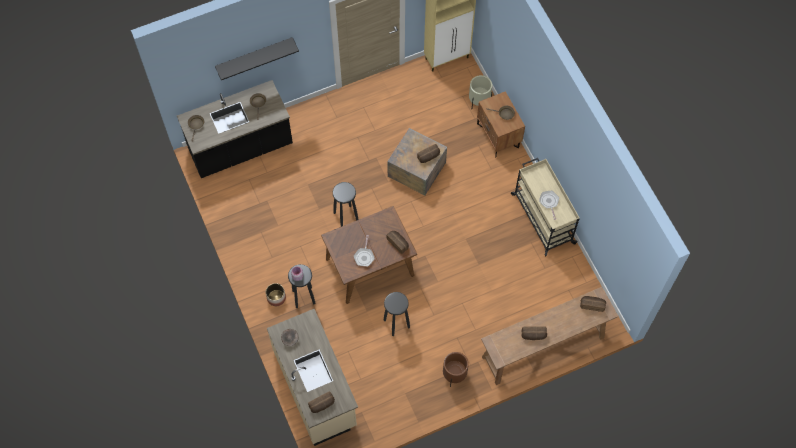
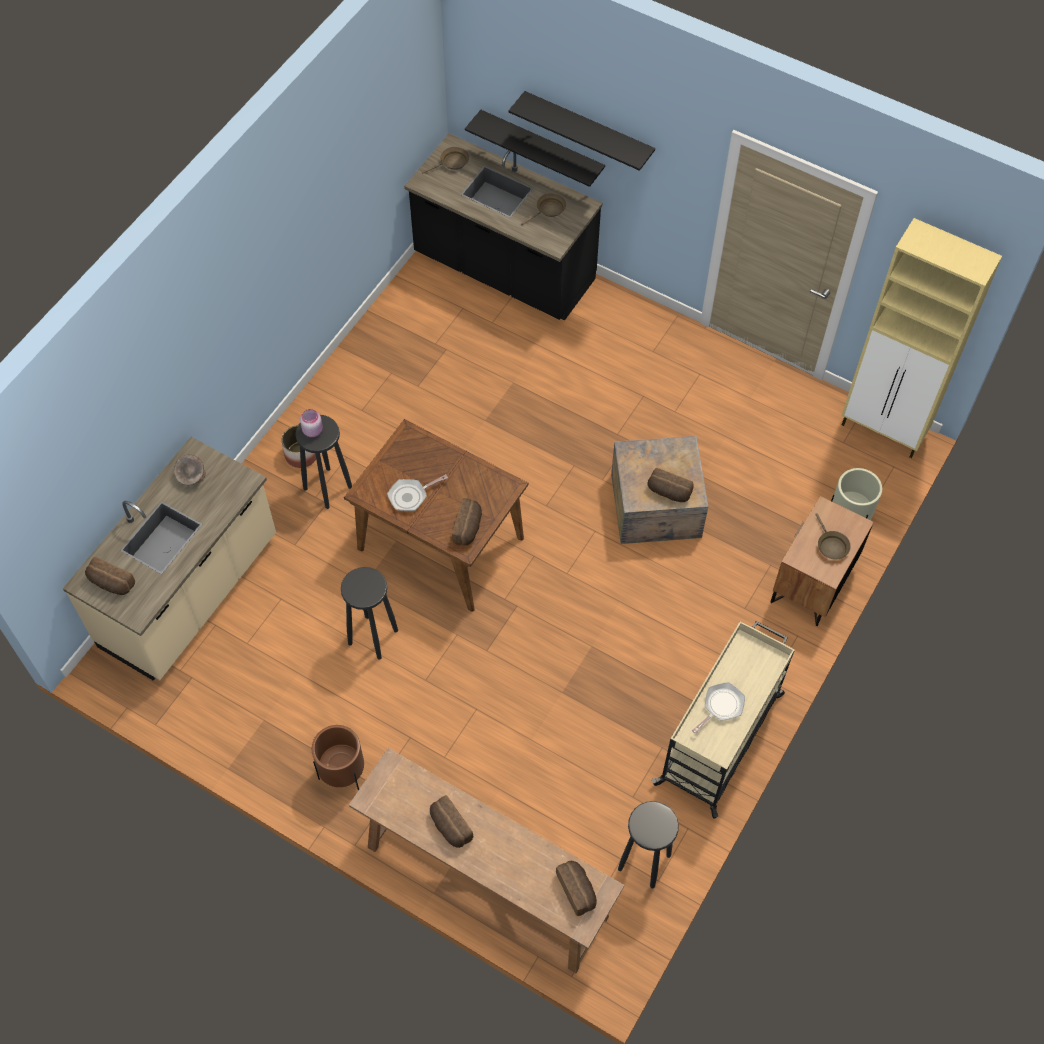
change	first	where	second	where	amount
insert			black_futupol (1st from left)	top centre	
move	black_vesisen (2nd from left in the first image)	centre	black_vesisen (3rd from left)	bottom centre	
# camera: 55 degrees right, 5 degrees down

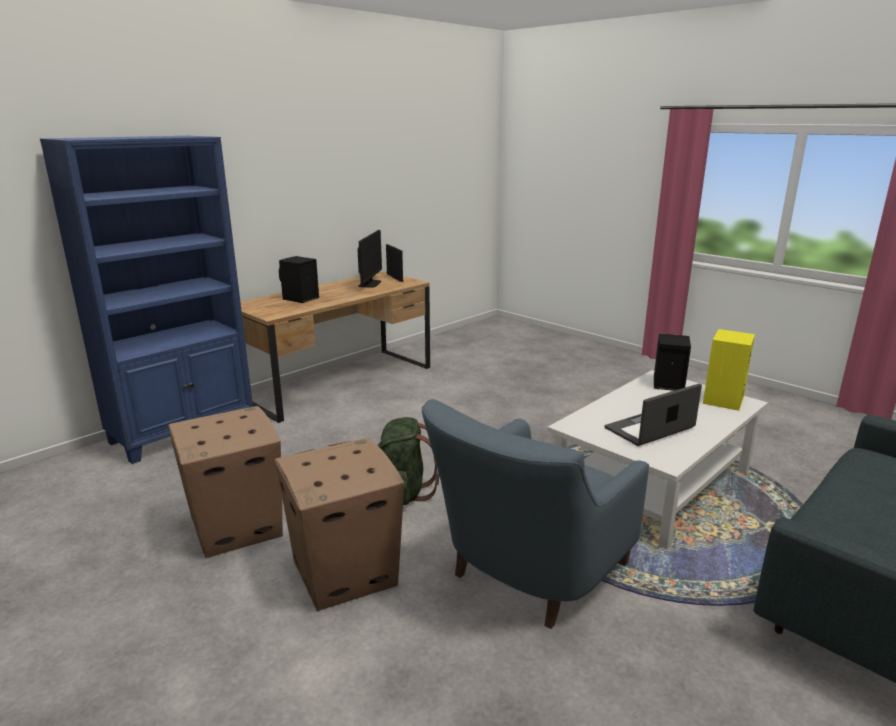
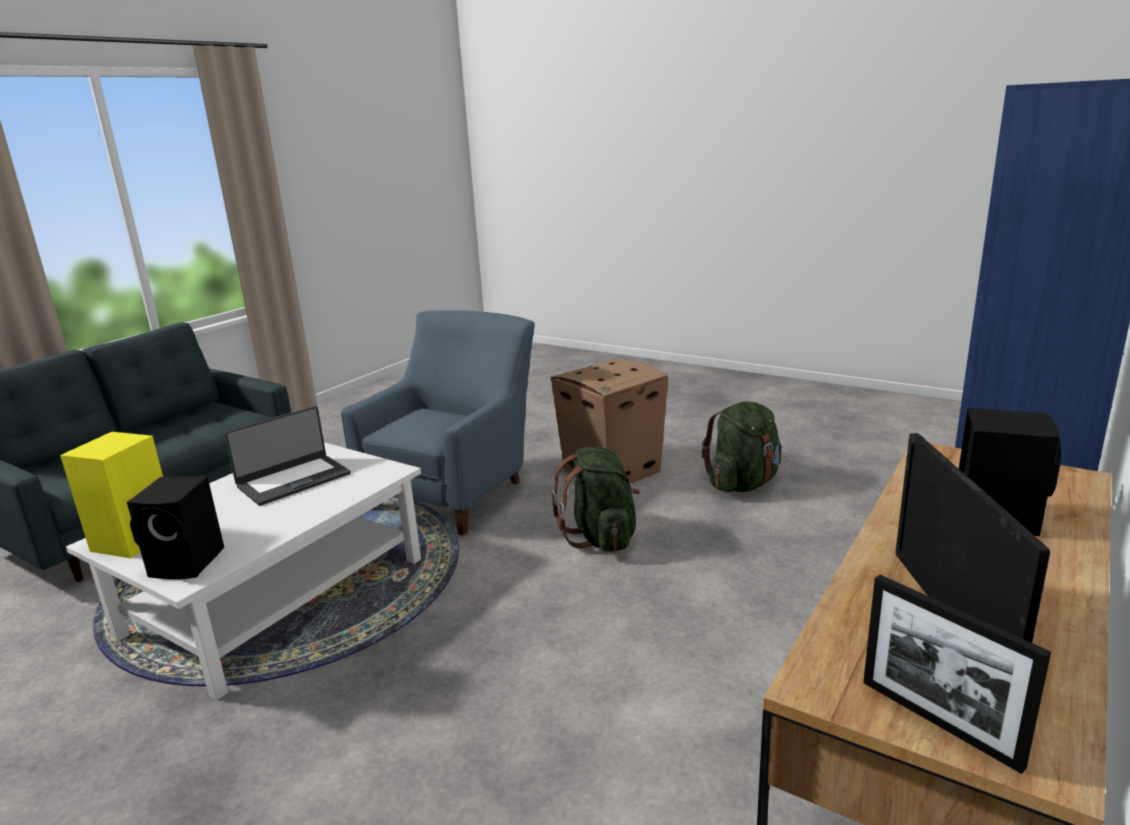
change	first	where	second	where	amount
replace	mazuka (1st from left)	middle left	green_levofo (2nd from left)	centre	
# camera: 170 degrees right, 0 degrees up

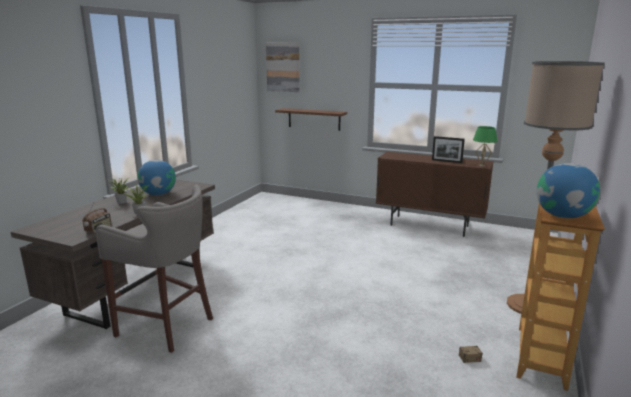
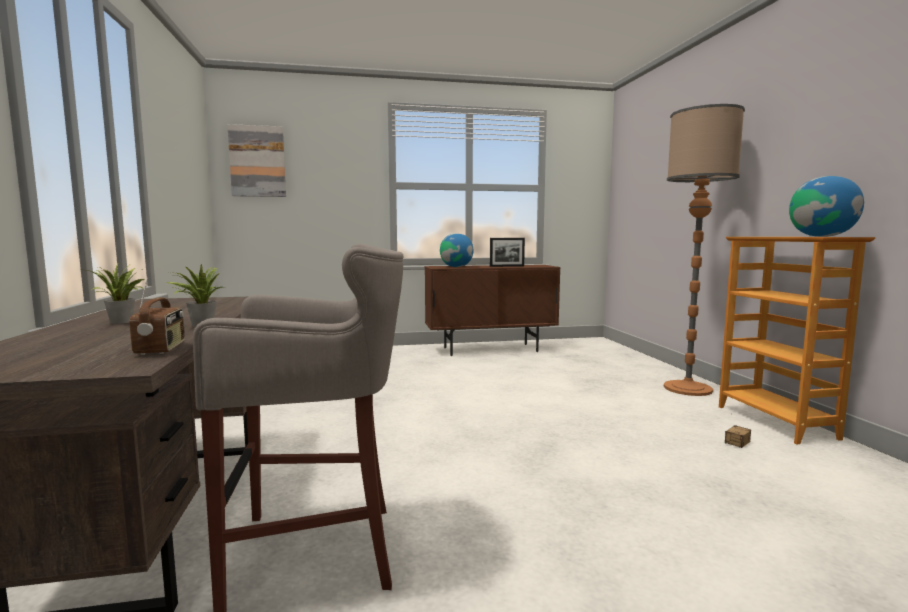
change	first	where	second	where	amount
move	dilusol (1st from left)	middle left		centre	
delete	brown_futupol	top centre			
delete	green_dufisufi	middle right			
# camera: 35 degrees left, 10 degrees down

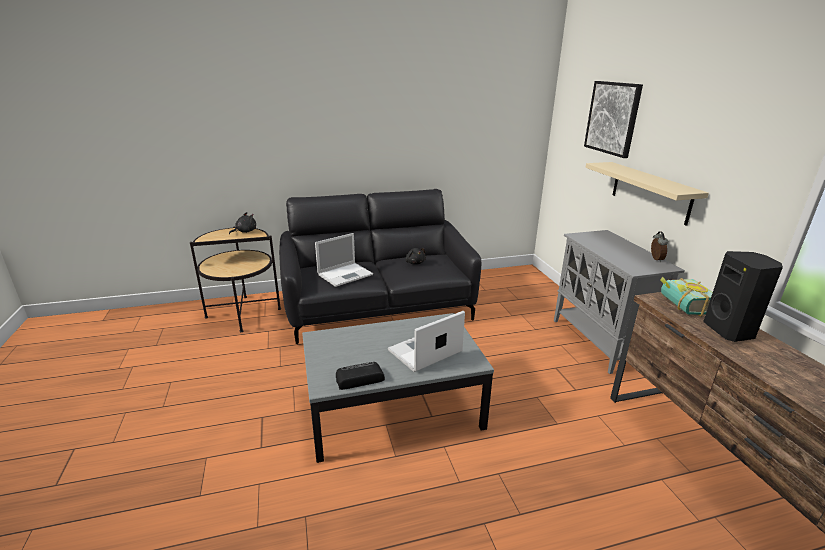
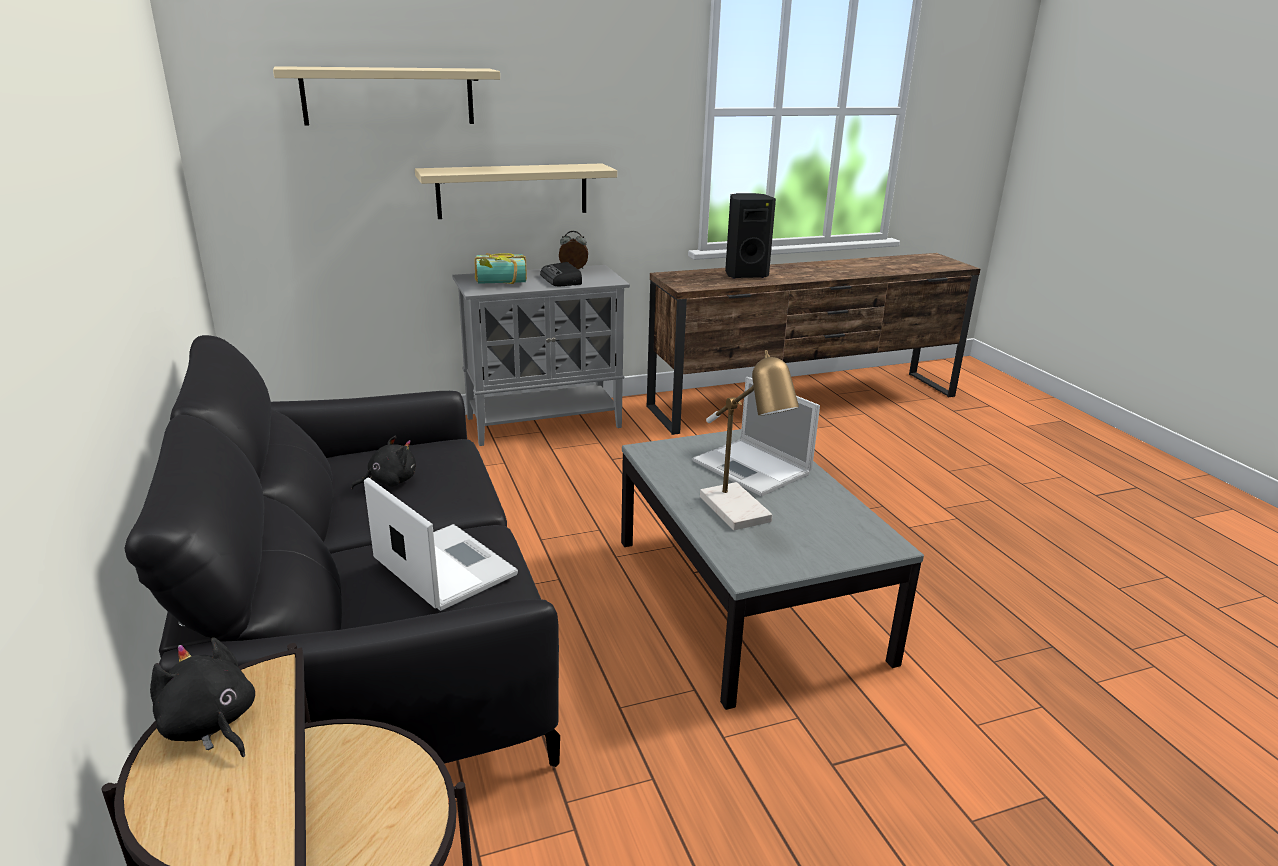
change	first	where	second	where	amount
replace	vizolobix	top right	beige_futupol (1st from left)	top left	
move	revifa	middle right		top centre	
move	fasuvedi	bottom centre		top centre	
insert			dufisufi	centre	
# camera: 95 degrees left, 0 degrees up

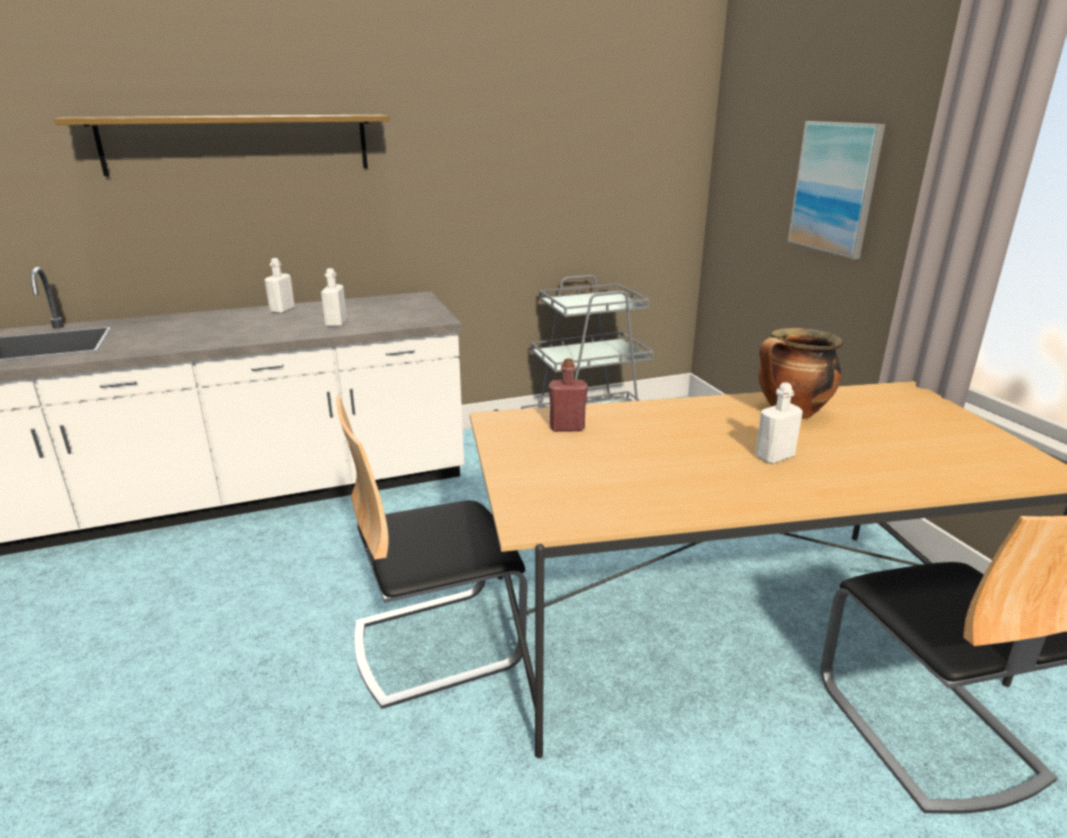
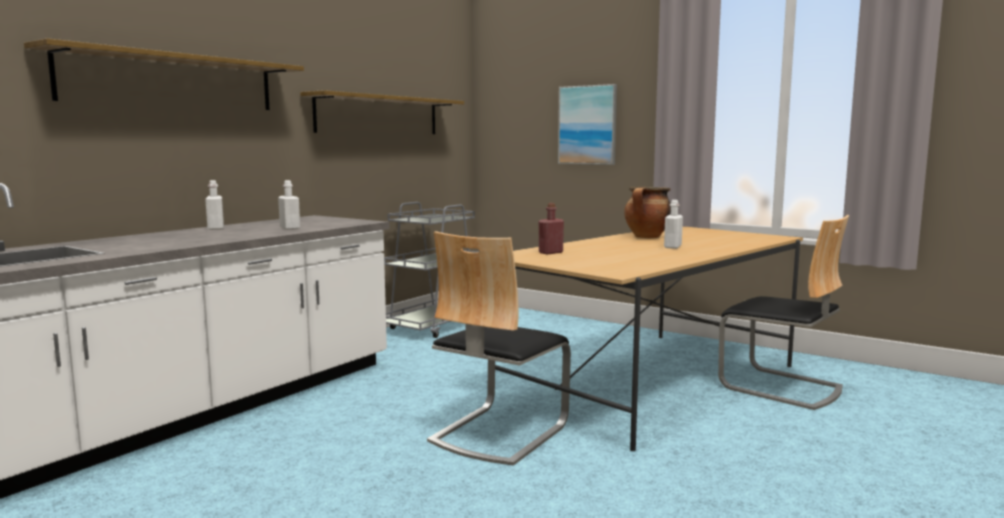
change	first	where	second	where	amount
insert			futupol (2nd from left)	top centre	
# camera: 35 degrees left, 15 degrees down

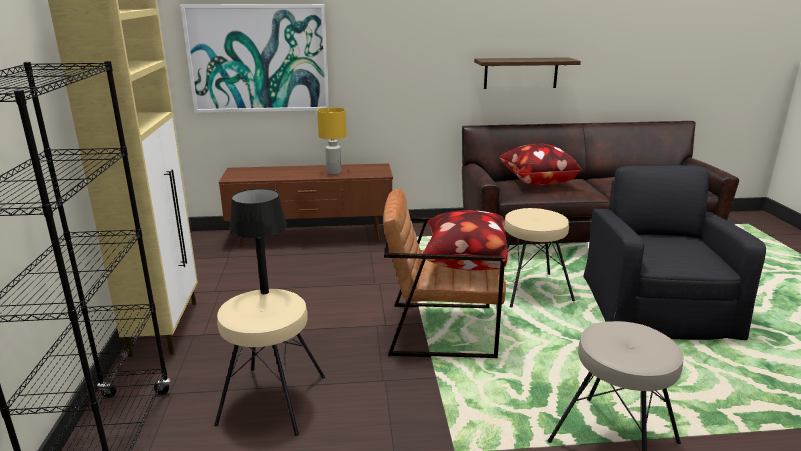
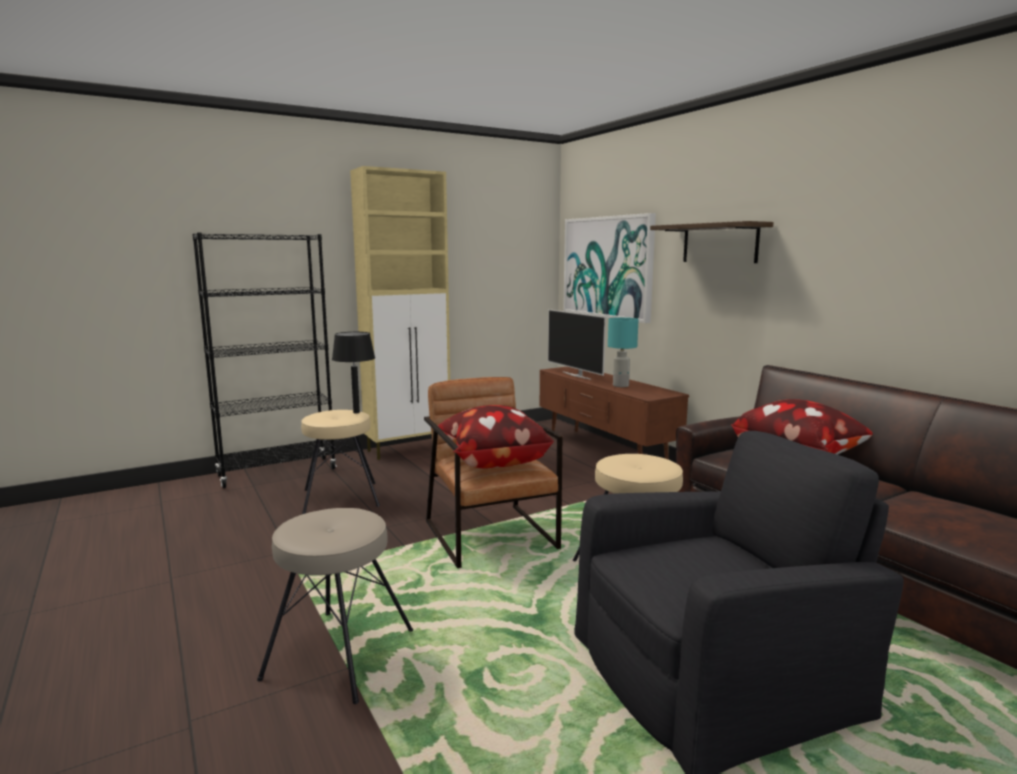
change	first	where	second	where	amount
insert			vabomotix	centre	
recolor	yellow_dufisufi	top centre	turquoise_dufisufi	centre	
move	futupol	top centre		top right	
# camera: 65 degrees right, 10 degrees down

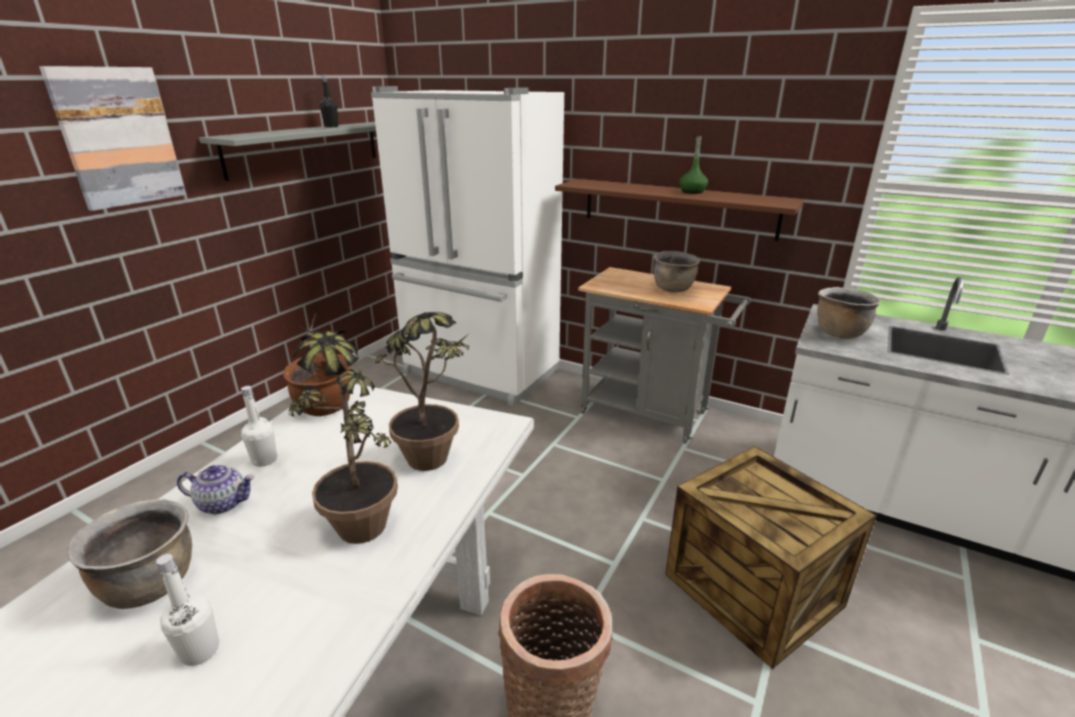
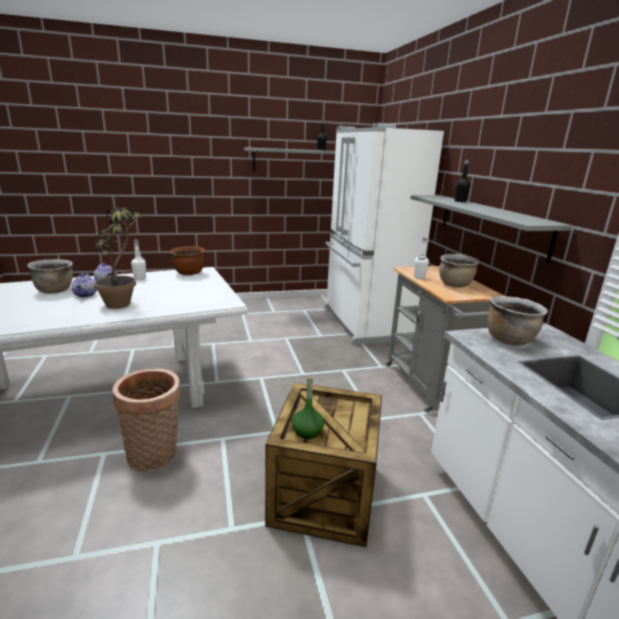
change	first	where	second	where	amount
insert			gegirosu (1st from left)	middle left	
move	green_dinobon	top centre		centre	
recolor	brown_futupol	top centre	grey_futupol (2nd from left)	middle right	
move	white_dinobon (1st from left in the first image)	bottom left	white_dinobon (2nd from left)	middle right	
insert			black_dinobon (2nd from left)	top right	
delete	vizolobix	top left			
delete	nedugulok (2nd from left)	centre			
# camera: 45 degrees right, 5 degrees down

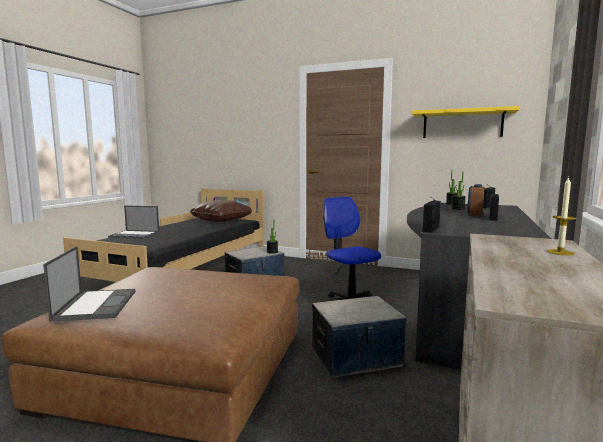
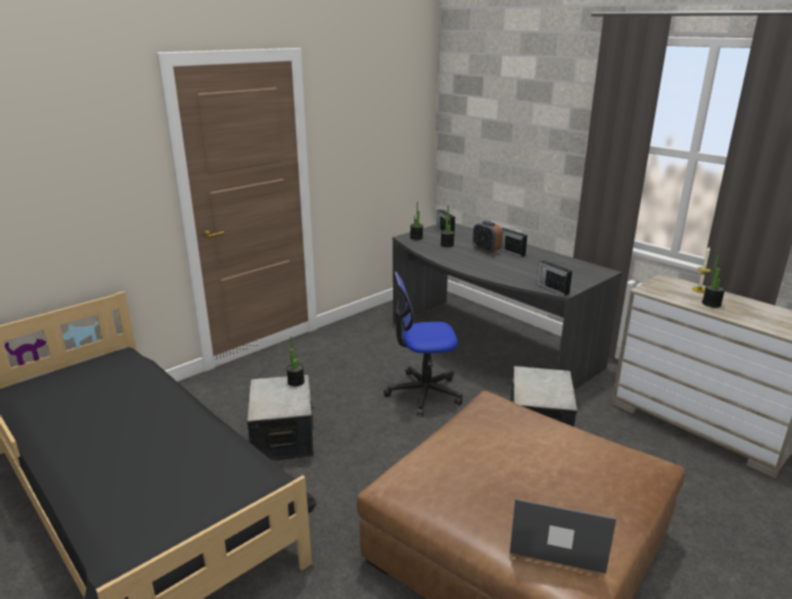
change	first	where	second	where	amount
insert			nedugulok (4th from left)	middle right	
delete	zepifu (2nd from left)	middle left			
delete	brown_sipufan	centre			
delete	yellow_futupol	top right			
# camera: 65 degrees left, 15 degrees up

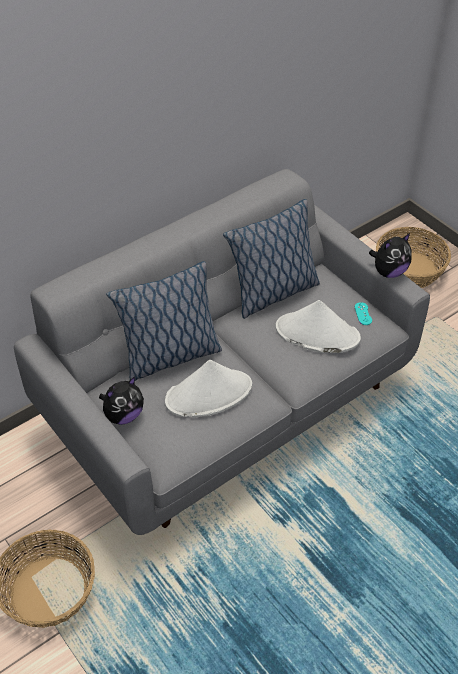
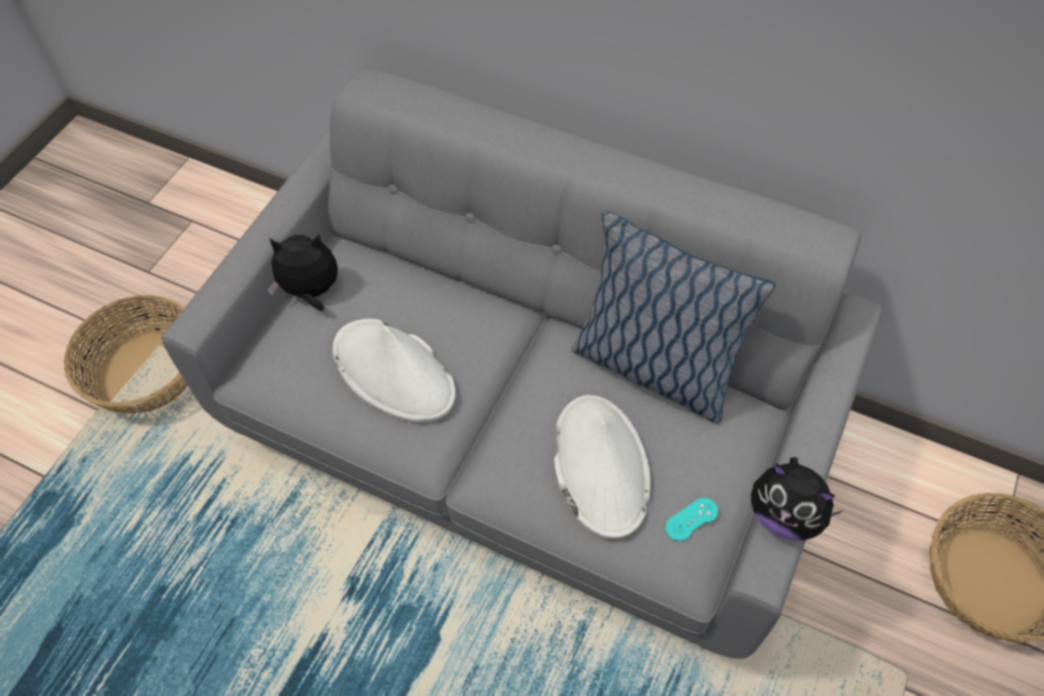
change	first	where	second	where	amount
rotate	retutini (1st from left)	middle left		middle left	150 degrees clockwise
delete	sipufan (1st from left)	centre			
# camera: 65 degrees right, 10 degrees up

